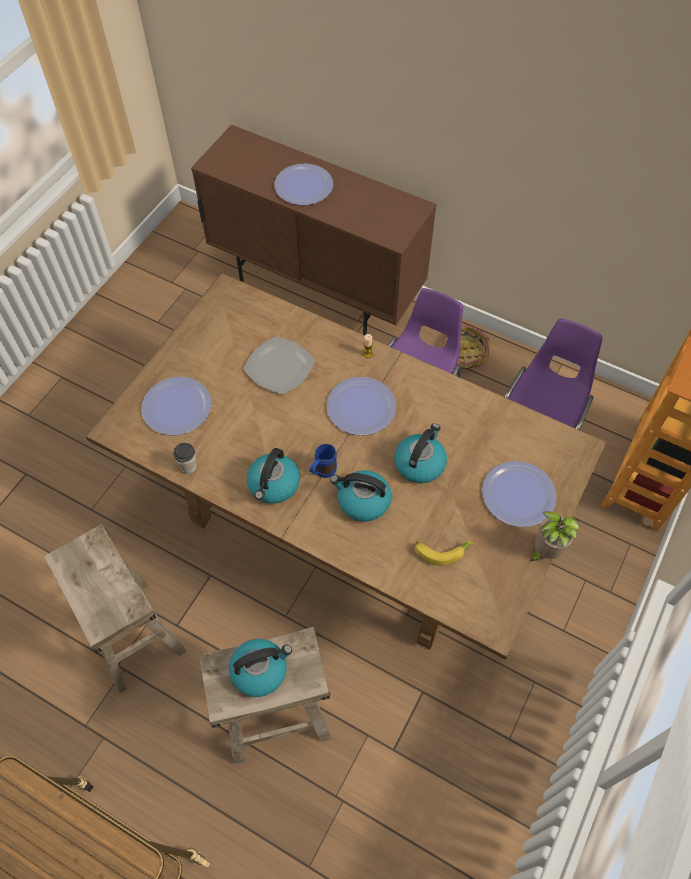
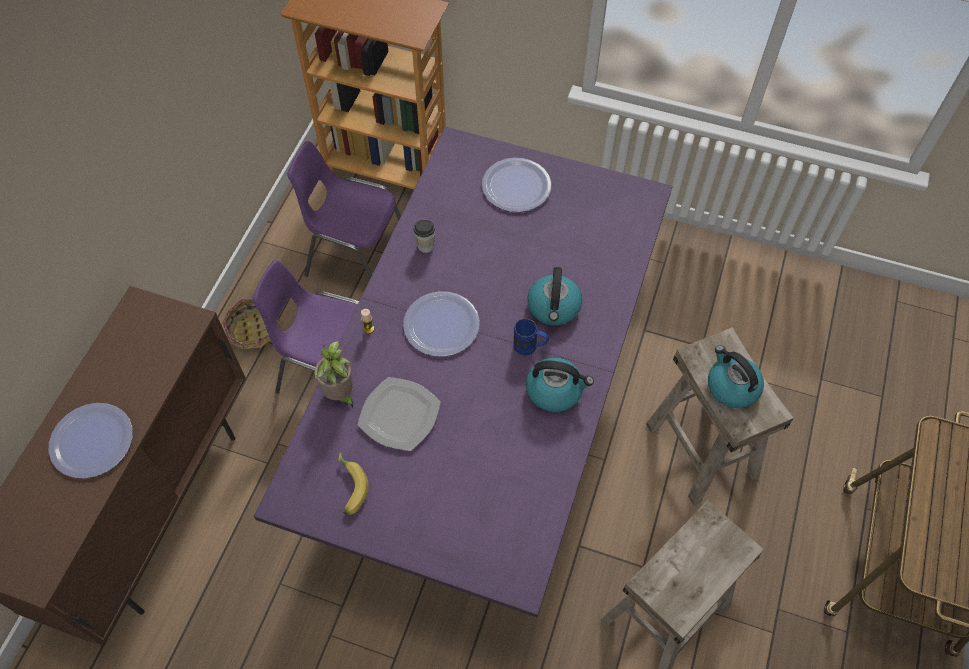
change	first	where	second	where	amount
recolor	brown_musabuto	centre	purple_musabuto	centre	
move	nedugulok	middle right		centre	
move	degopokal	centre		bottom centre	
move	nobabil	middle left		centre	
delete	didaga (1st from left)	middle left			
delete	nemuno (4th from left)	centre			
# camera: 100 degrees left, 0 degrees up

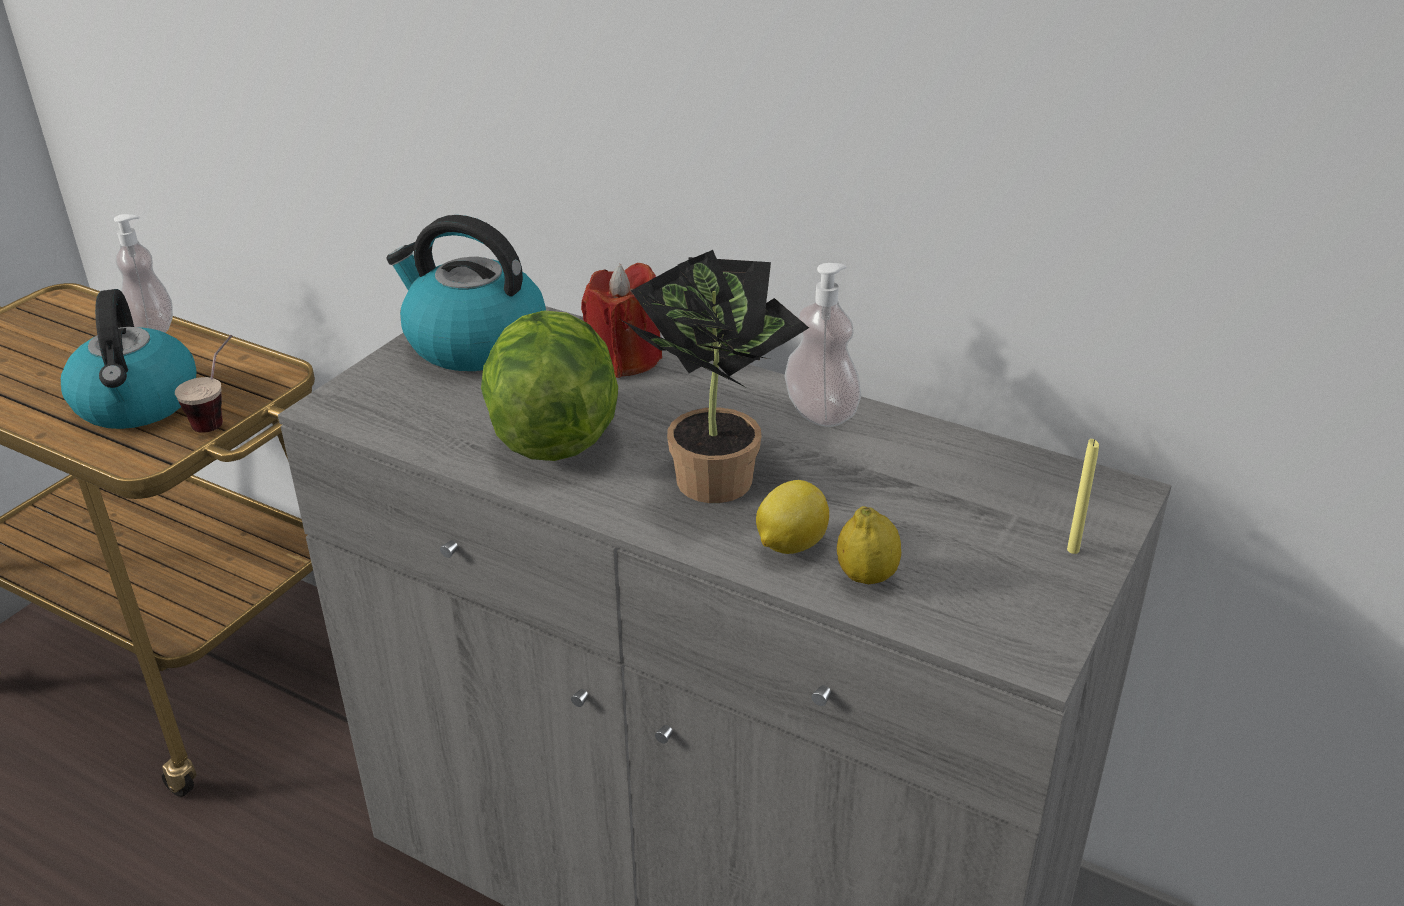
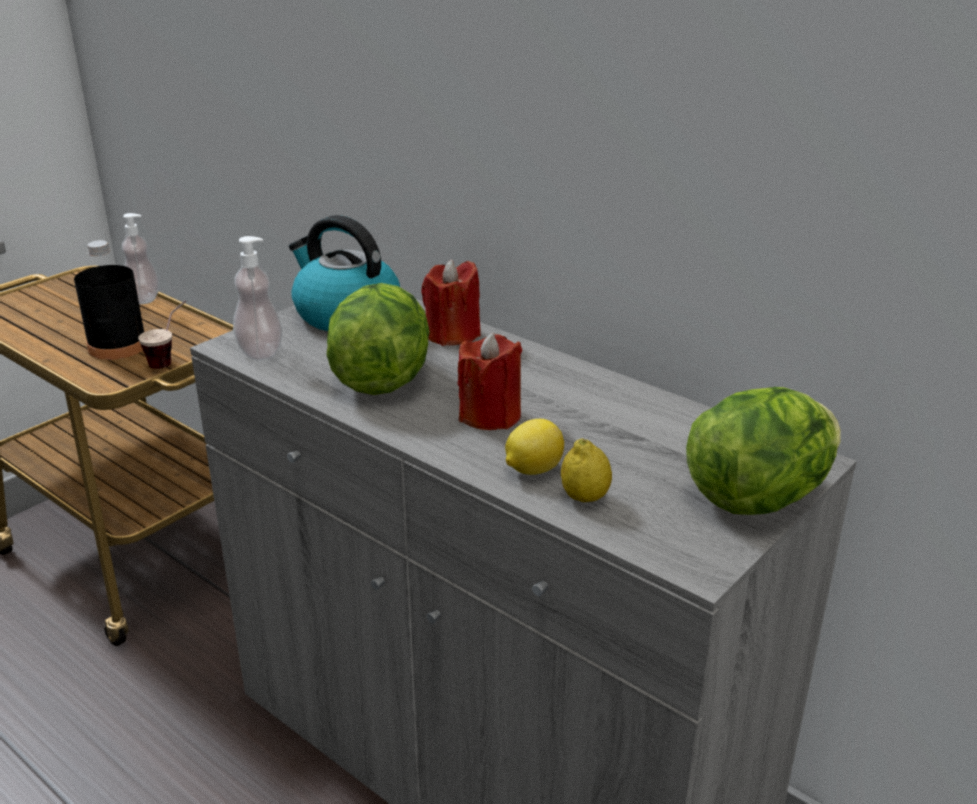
change	first	where	second	where	amount
replace	nemuno (1st from left)	middle left	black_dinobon	middle left	
move	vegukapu (2nd from left)	centre		middle left	
replace	nedugulok	centre	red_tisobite (2nd from left)	centre	
replace	yellow_tisobite	middle right	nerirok (2nd from left)	middle right	
# camera: 10 degrees right, 5 degrees down

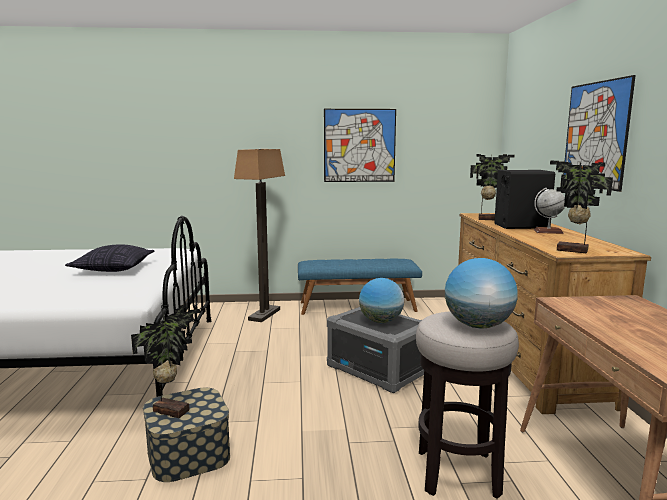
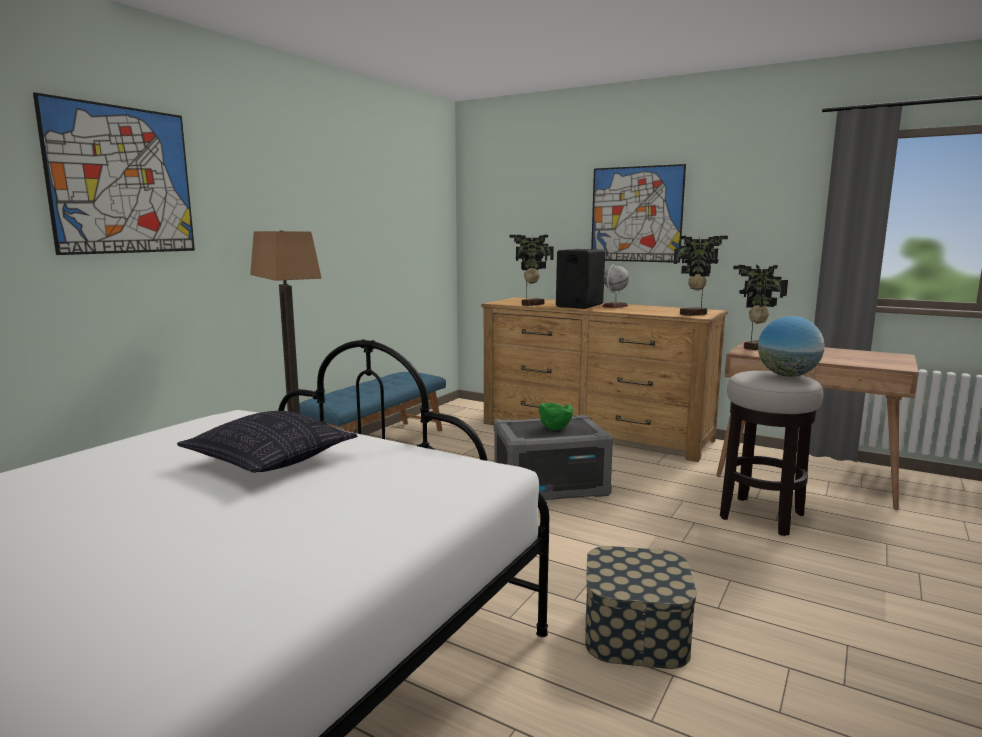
change	first	where	second	where	amount
move	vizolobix (1st from left)	top centre		top left	
replace	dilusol (1st from left)	centre	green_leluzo	centre	
move	nedugulok (1st from left in the first image)	bottom left	nedugulok (3rd from left)	middle right	
# camera: 55 degrees left, 0 degrees up

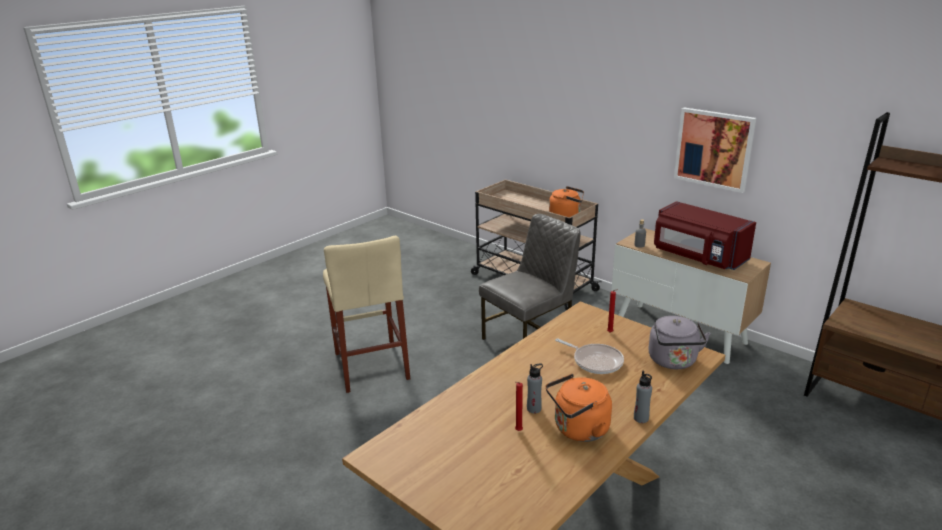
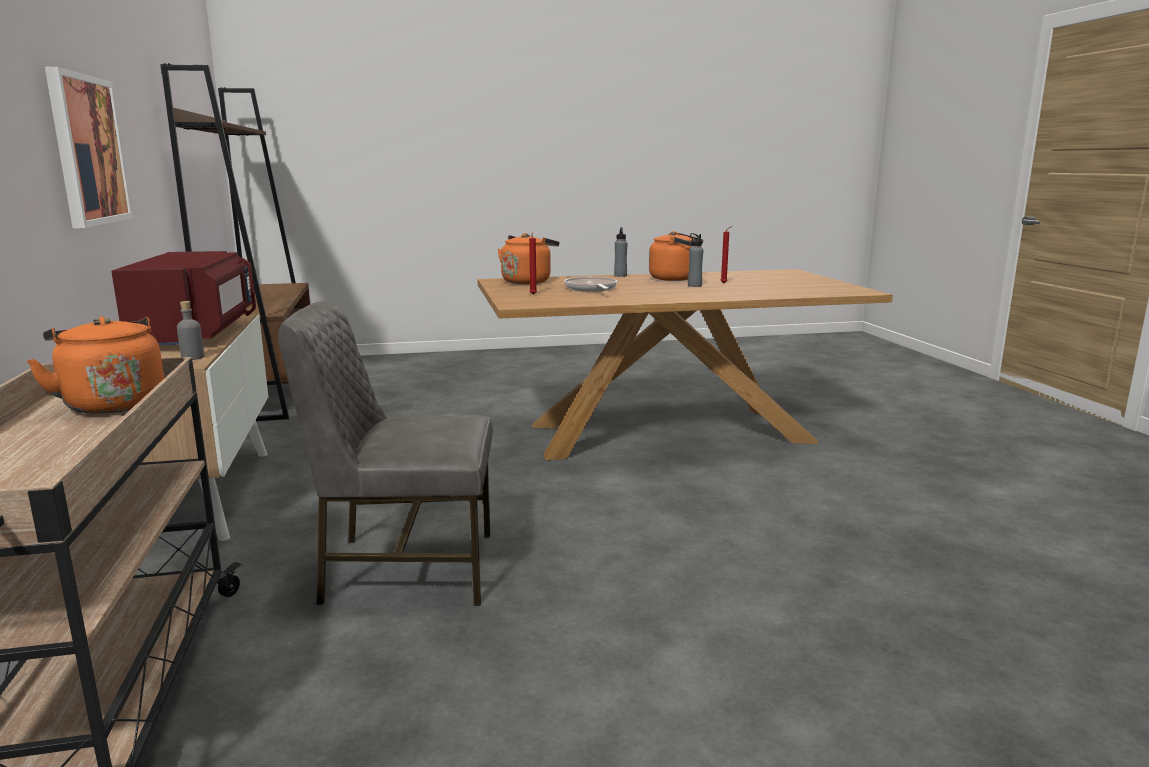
change	first	where	second	where	amount
recolor	grey_nemuno	middle right	orange_nemuno (2nd from left)	centre	
delete	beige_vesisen	centre			
# camera: 145 degrees left, 10 degrees down

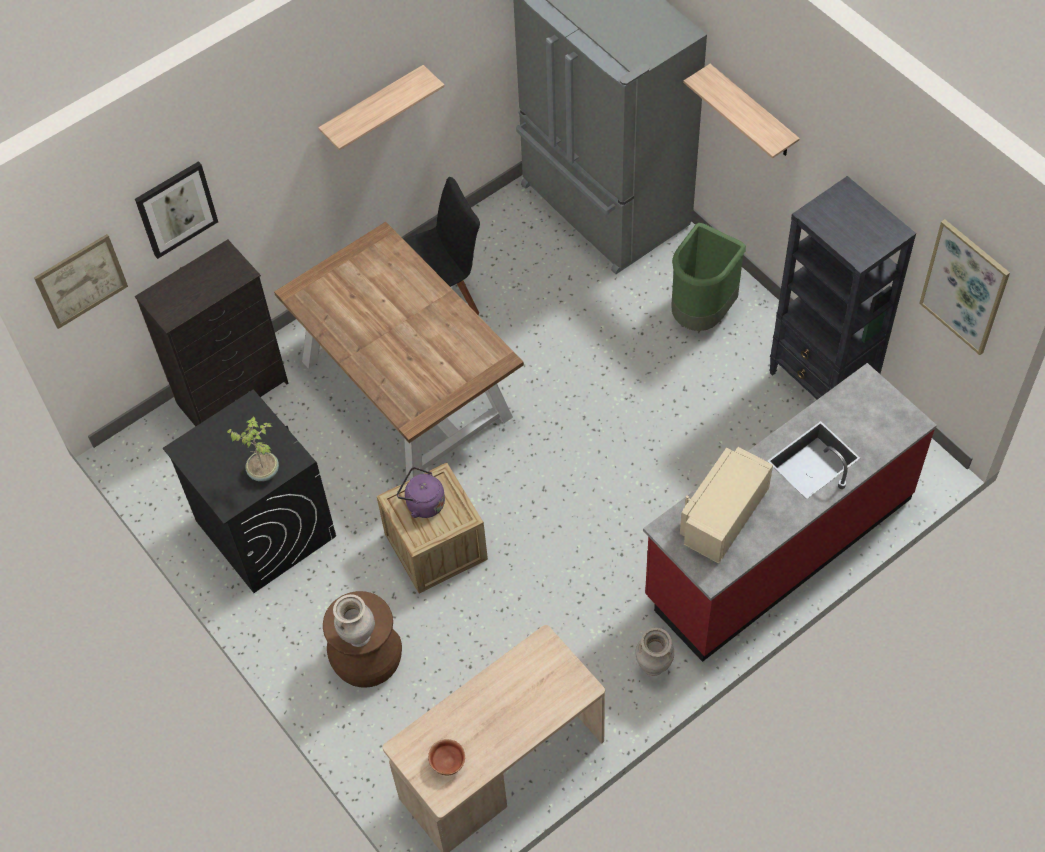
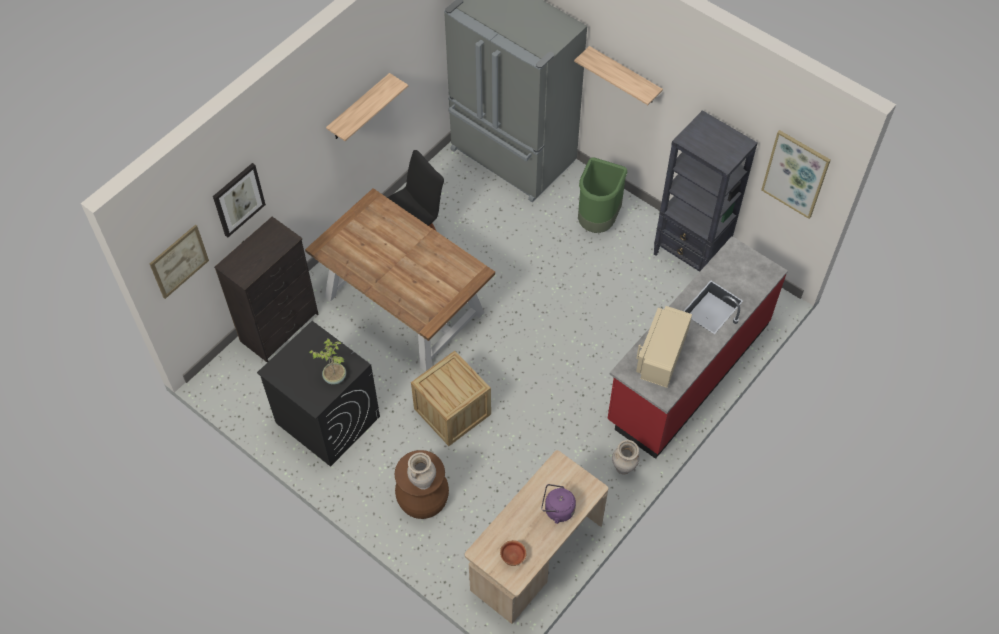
change	first	where	second	where	amount
move	purple_nemuno	centre		bottom centre	
# camera: 15 degrees left, 0 degrees up

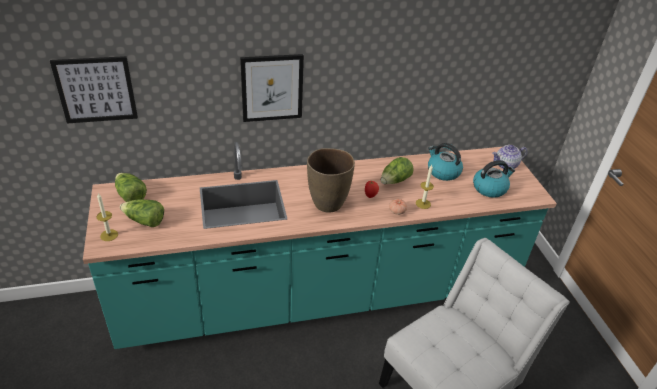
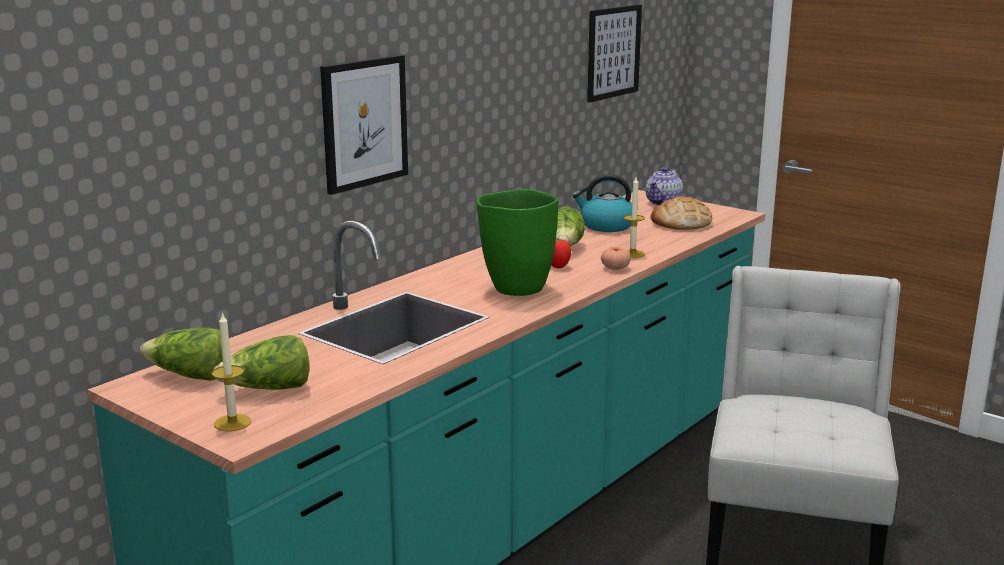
change	first	where	second	where	amount
recolor	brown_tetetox	centre	green_tetetox	centre	
move	vizolobix (1st from left in the first image)	top left	vizolobix (2nd from left)	top centre	
replace	nemuno (2nd from left)	middle right	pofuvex	middle right	
# camera: 35 degrees left, 20 degrees down

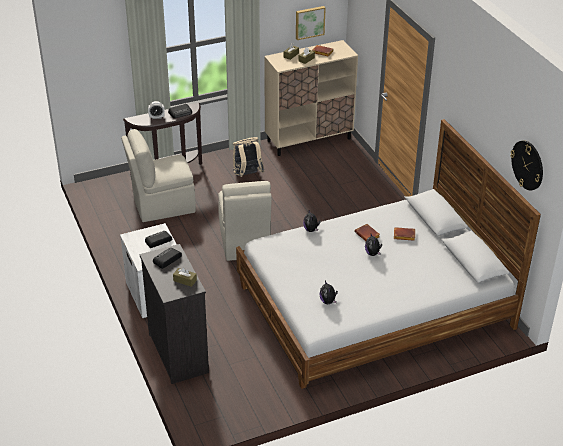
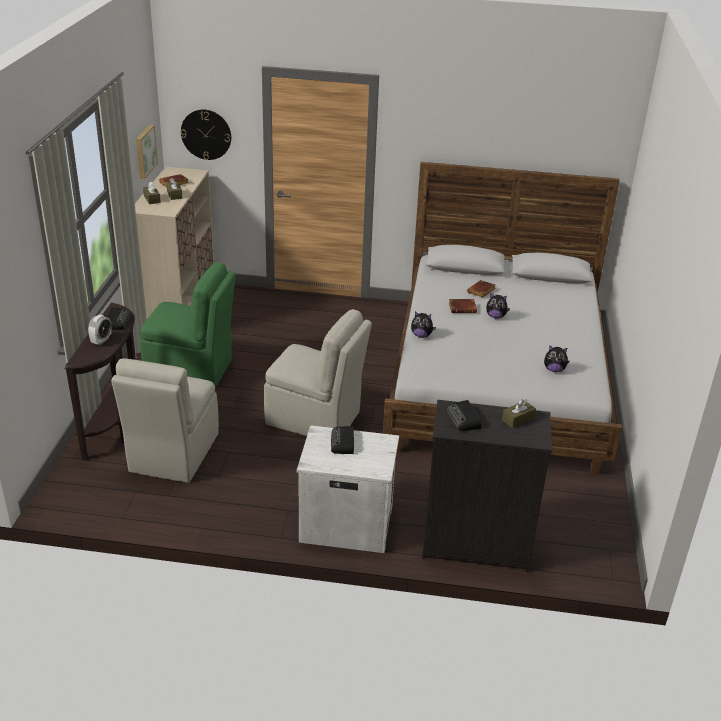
change	first	where	second	where	amount
replace	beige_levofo	centre	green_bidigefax	middle left	
move	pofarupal	middle right		top left	
# camera: 60 degrees left, 5 degrees down

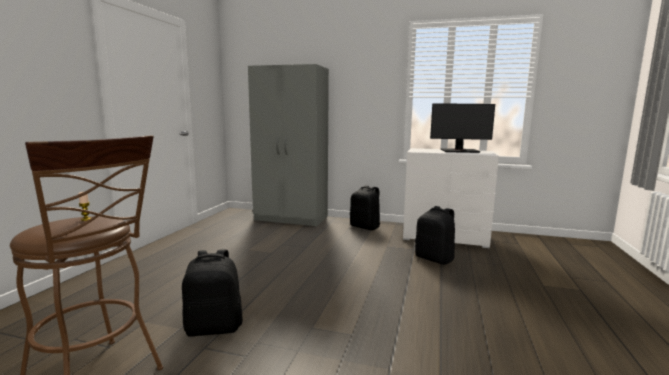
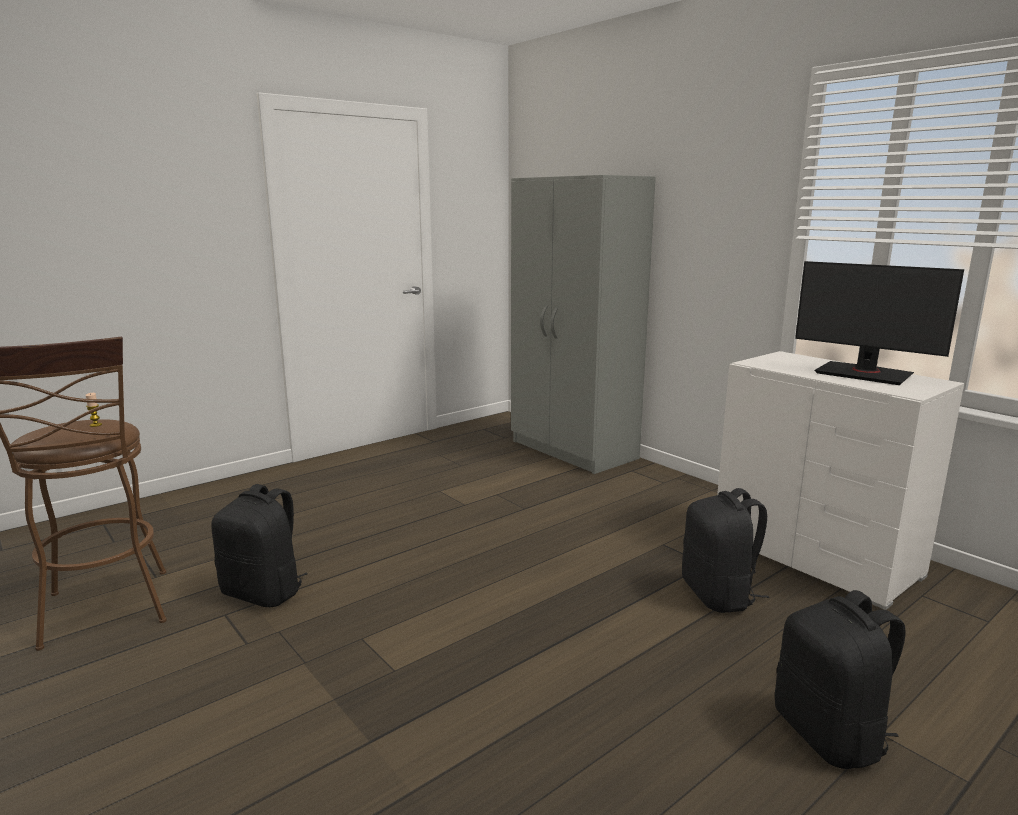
change	first	where	second	where	amount
move	black_levofo (2nd from left in the first image)	centre	black_levofo (3rd from left)	bottom right	
# camera: 35 degrees right, 5 degrees up

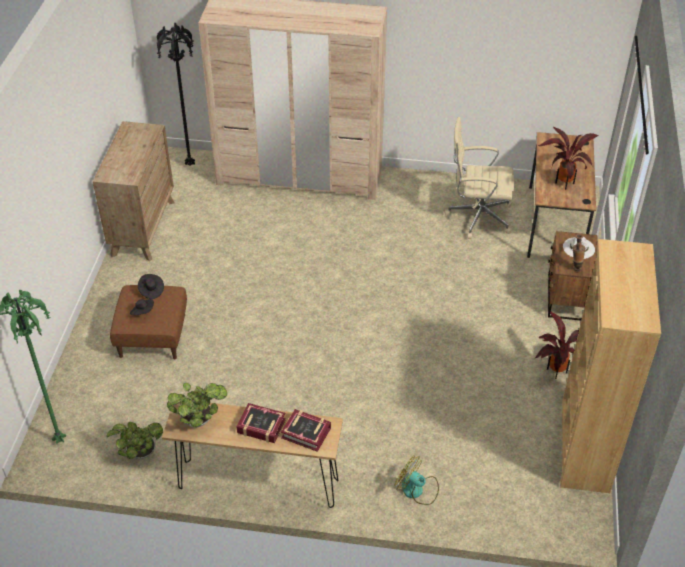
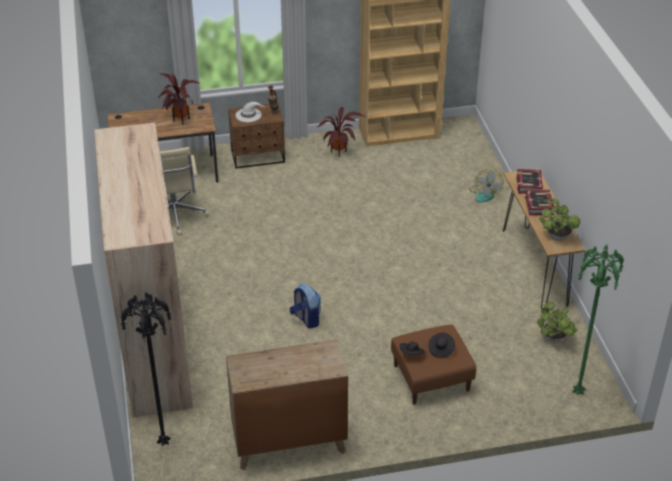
change	first	where	second	where	amount
insert			levofo	centre	
# camera: 110 degrees left, 5 degrees down

